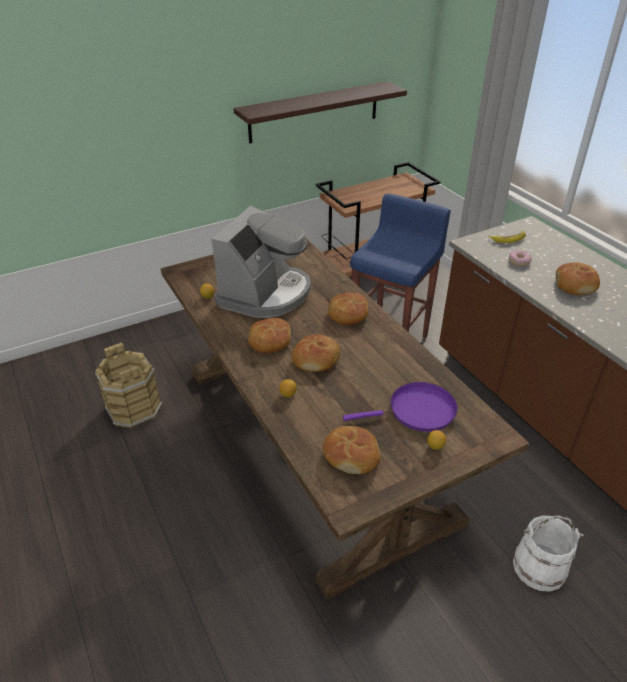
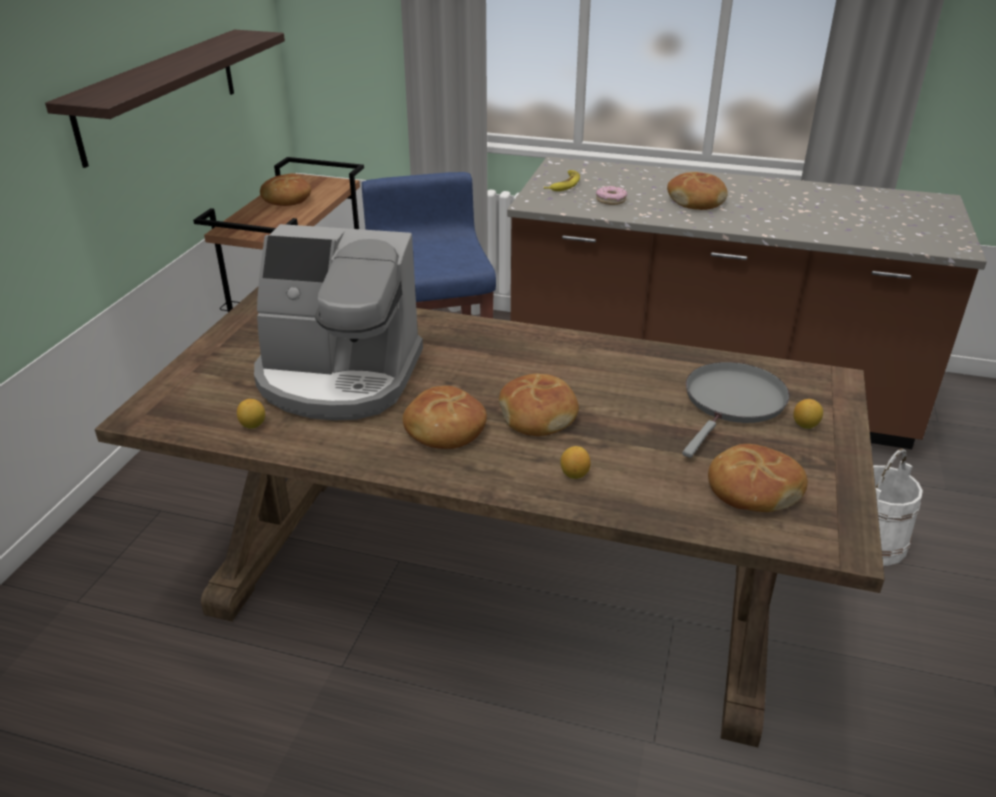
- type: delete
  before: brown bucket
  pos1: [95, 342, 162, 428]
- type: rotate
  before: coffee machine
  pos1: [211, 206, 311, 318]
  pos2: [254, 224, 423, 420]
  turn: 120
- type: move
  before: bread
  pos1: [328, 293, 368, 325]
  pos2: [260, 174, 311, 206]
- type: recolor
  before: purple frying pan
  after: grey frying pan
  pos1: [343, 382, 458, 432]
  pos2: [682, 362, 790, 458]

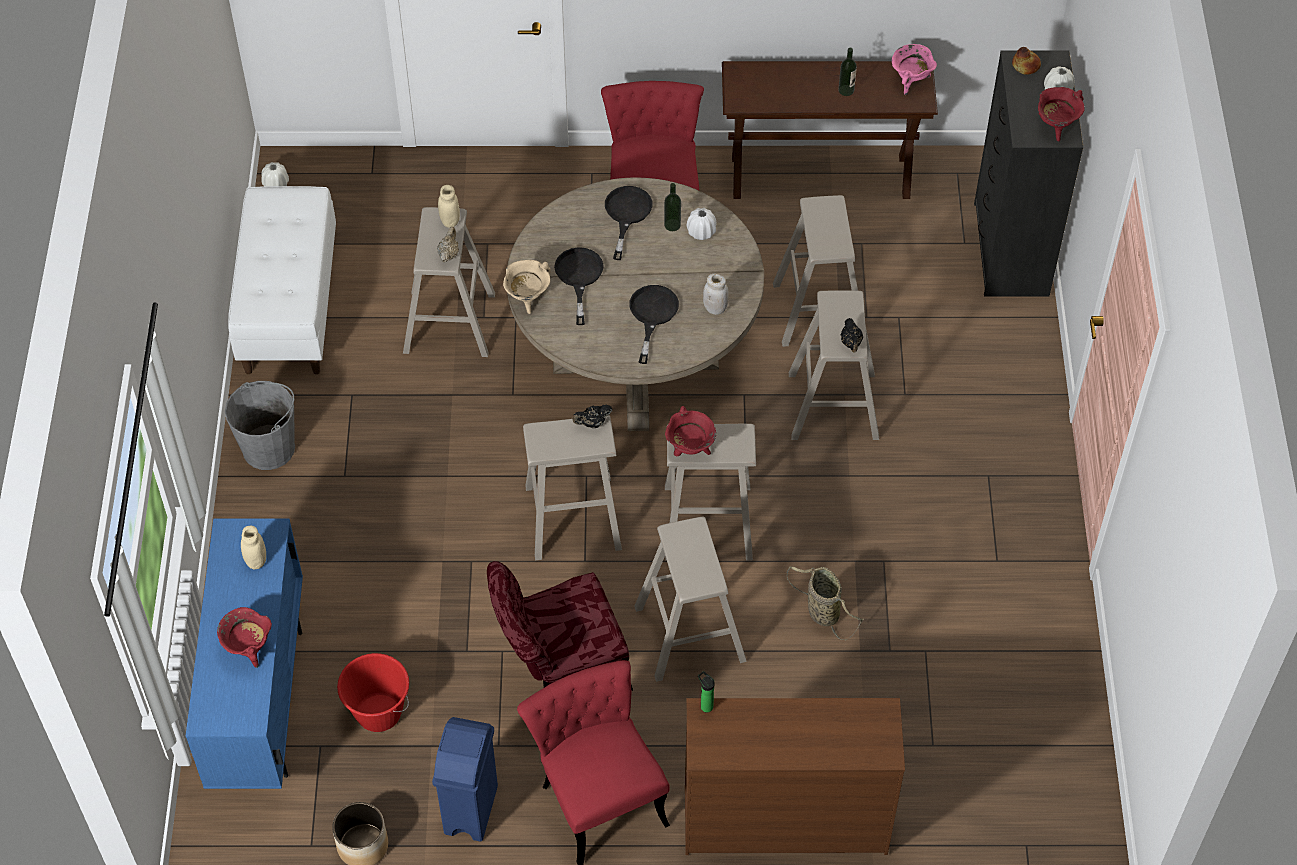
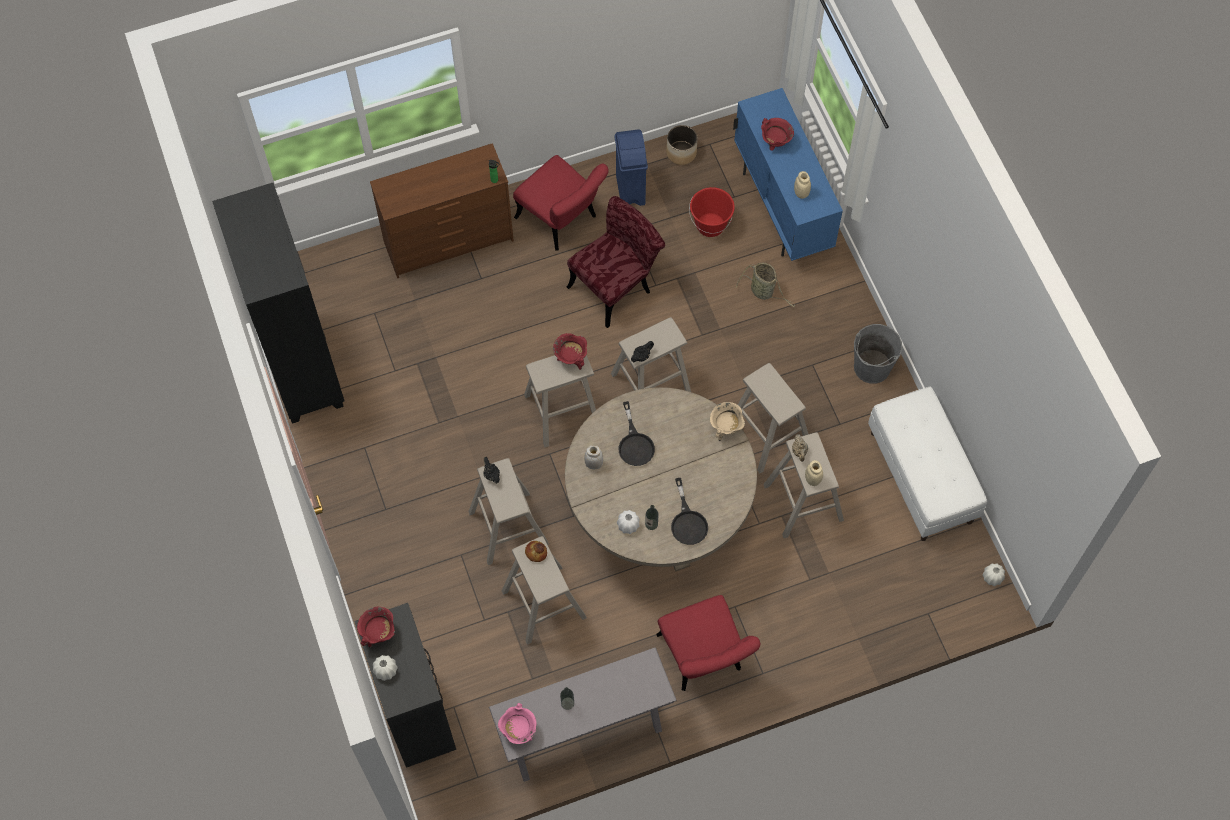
- type: delete
  before: black frying pan
  pos1: [554, 247, 604, 325]
- type: move
  before: beige stool
  pos1: [634, 517, 747, 682]
  pos2: [738, 363, 808, 473]
- type: recolor
  before: brown console table
  after: grey console table
  pos1: [722, 61, 938, 199]
  pos2: [489, 647, 677, 782]
- type: move
  before: basket
  pos1: [787, 566, 863, 640]
  pos2: [736, 263, 795, 307]
- type: move
  before: bread
  pos1: [1012, 47, 1041, 75]
  pos2: [525, 541, 547, 562]
- type: insert
  after: black bookcase
  pos2: [212, 183, 344, 424]

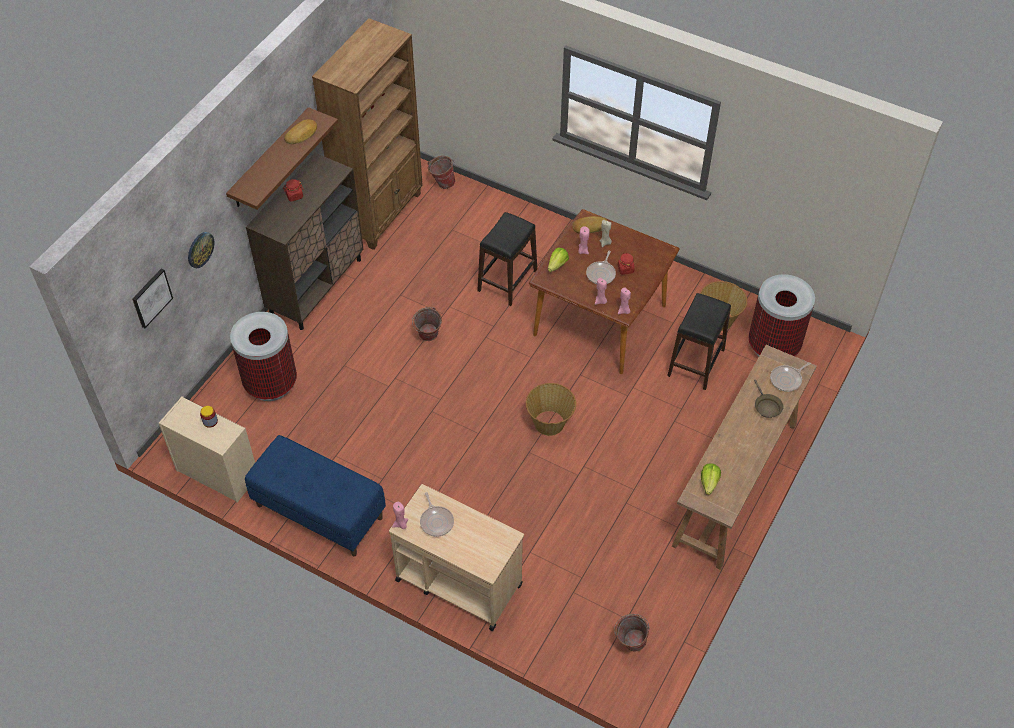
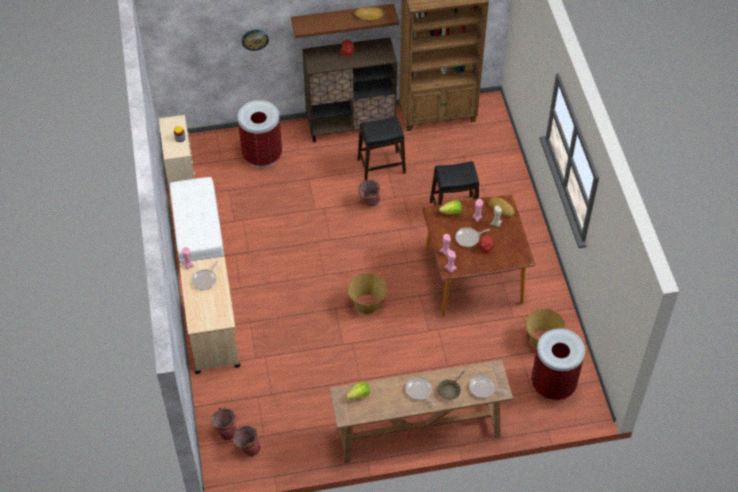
- type: delete
  before: picture
  pos1: [132, 268, 173, 328]
- type: recolor
  before: blue bench
  after: white bench
  pos1: [245, 435, 386, 556]
  pos2: [170, 177, 224, 263]
- type: move
  before: bucket
  pos1: [427, 156, 455, 189]
  pos2: [211, 408, 237, 440]
- type: move
  before: black stool
  pos1: [667, 293, 731, 390]
  pos2: [357, 116, 406, 181]
- type: insert
  after: frying pan
  pos2: [406, 377, 436, 406]

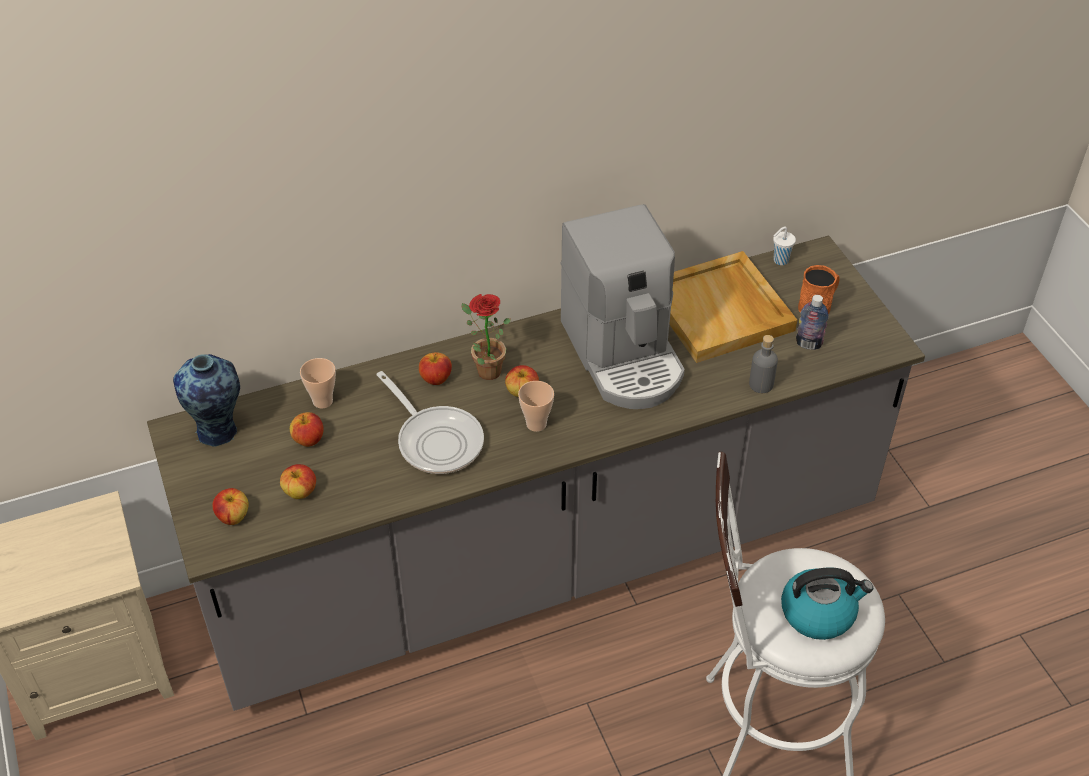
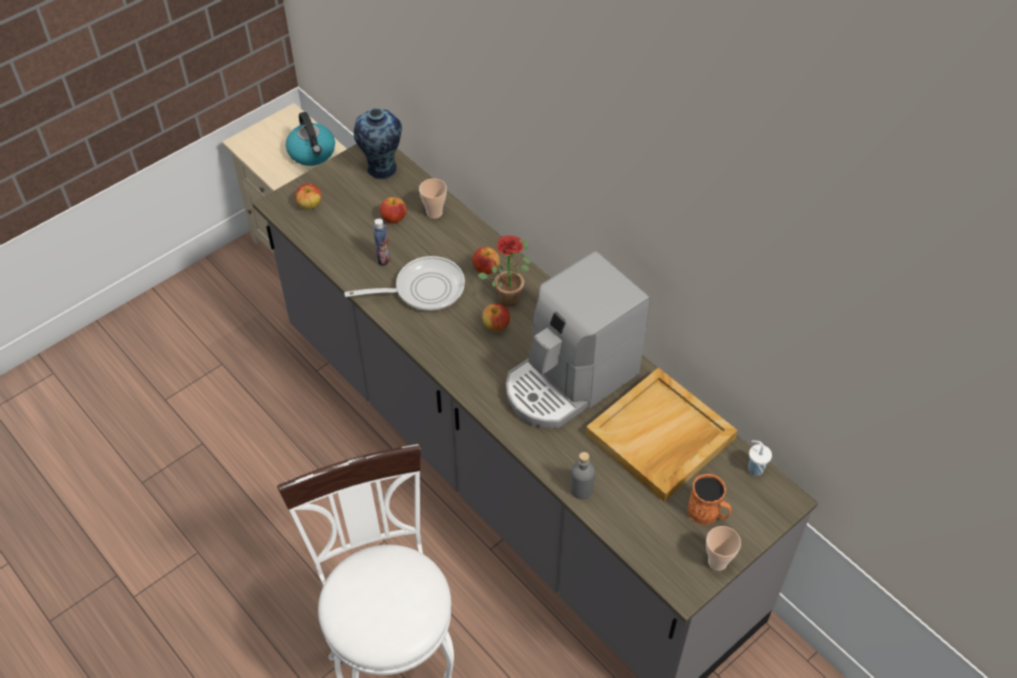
- type: delete
  before: apple
  pos1: [280, 464, 316, 499]
- type: rotate
  before: frying pan
  pos1: [376, 371, 484, 474]
  pos2: [344, 256, 465, 311]
  turn: -135
- type: move
  before: cup
  pos1: [518, 381, 554, 432]
  pos2: [706, 526, 741, 571]
- type: move
  before: kettle
  pos1: [781, 568, 873, 640]
  pos2: [286, 112, 335, 166]
- type: move
  before: bottle
  pos1: [796, 295, 829, 350]
  pos2: [373, 218, 390, 266]

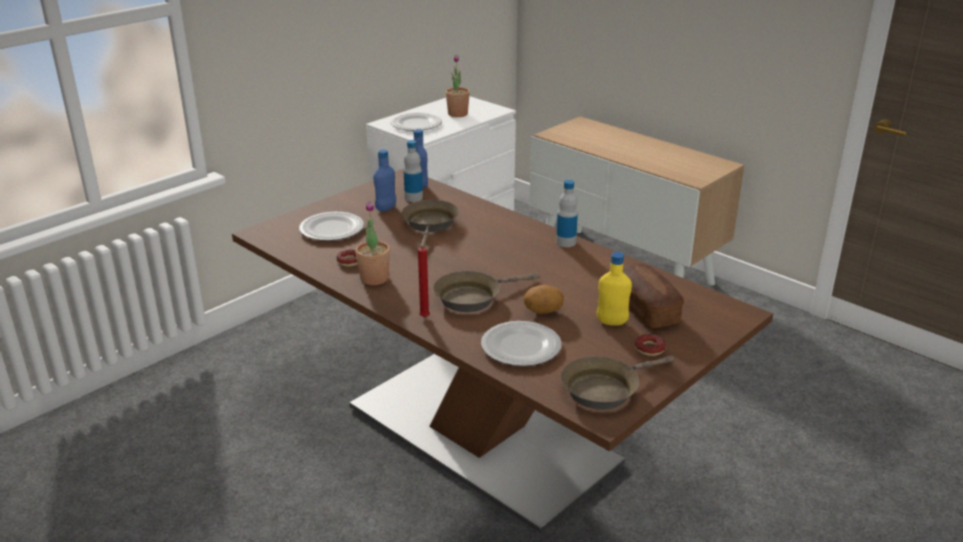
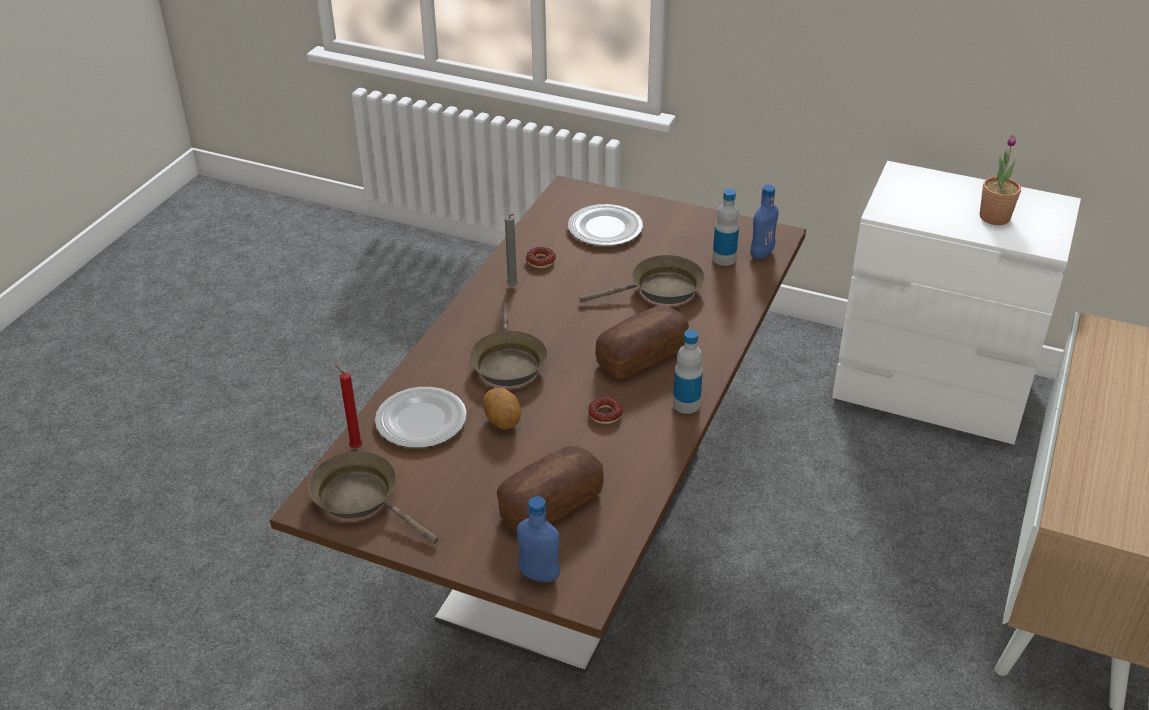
- type: replace
  before: potted plant
  after: grey candle
  pos1: [355, 201, 390, 285]
  pos2: [505, 214, 518, 286]
- type: move
  before: blue bottle
  pos1: [374, 149, 396, 212]
  pos2: [517, 497, 560, 582]
- type: delete
  before: plate
  pos1: [390, 112, 442, 131]
- type: move
  before: red candle
  pos1: [414, 244, 430, 318]
  pos2: [335, 363, 362, 448]
- type: rotate
  before: brown frying pan
  pos1: [433, 271, 539, 312]
  pos2: [469, 303, 548, 386]
  turn: -135
- type: delete
  before: yellow bottle
  pos1: [597, 252, 632, 326]
- type: move
  before: donut
  pos1: [635, 334, 666, 356]
  pos2: [588, 397, 623, 424]
- type: insert
  after: bread
  pos2: [595, 306, 689, 379]

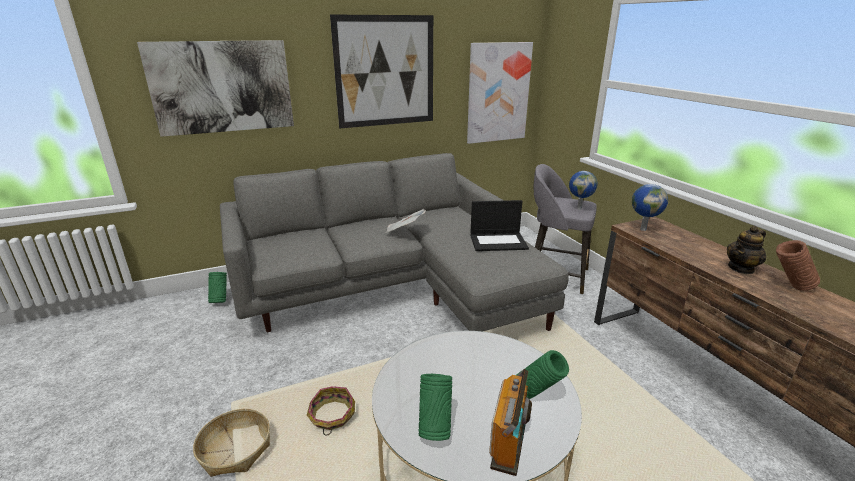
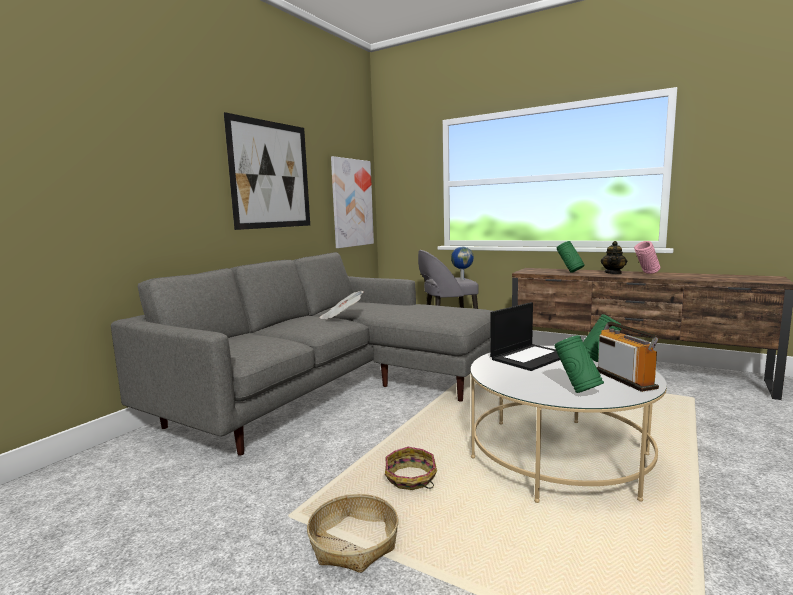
- type: delete
  before: picture
  pos1: [137, 40, 294, 137]
- type: move
  before: green vase
  pos1: [208, 272, 227, 303]
  pos2: [557, 241, 585, 273]
- type: move
  before: laptop
  pos1: [470, 200, 529, 251]
  pos2: [490, 302, 560, 371]
- type: delete
  before: globe
  pos1: [632, 184, 668, 231]
- type: recolor
  before: brown vase
  after: pink vase
  pos1: [776, 240, 820, 291]
  pos2: [634, 241, 660, 274]

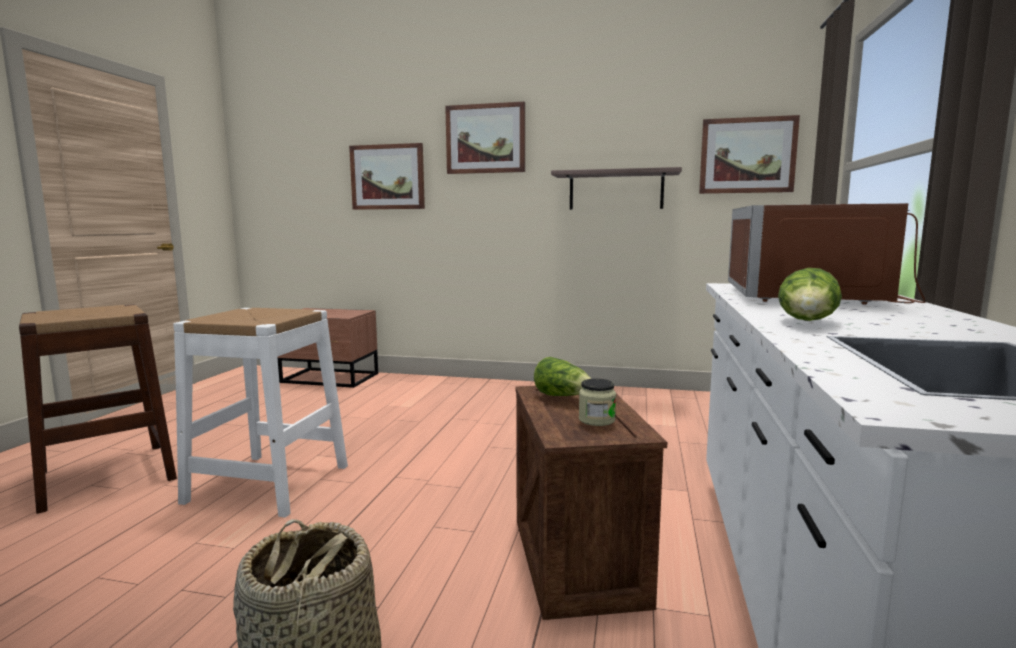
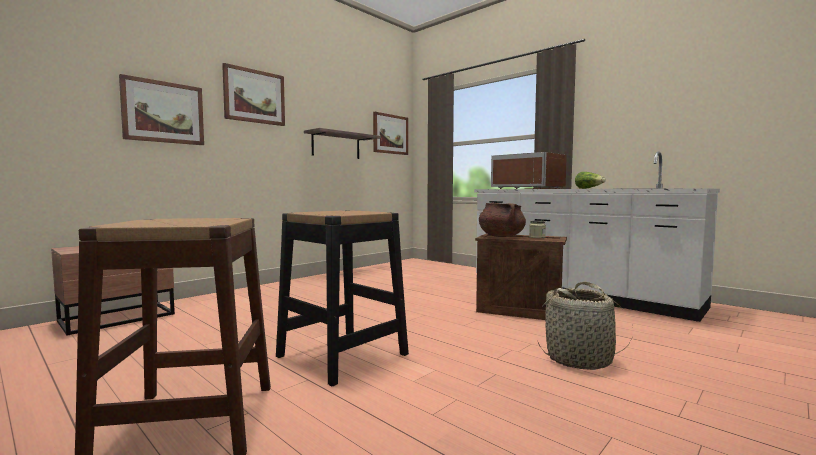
- type: recolor
  before: white stool
  after: black stool
  pos1: [173, 308, 348, 517]
  pos2: [276, 211, 409, 386]
- type: replace
  before: lettuce
  after: brown cooking pot
  pos1: [534, 357, 592, 396]
  pos2: [479, 202, 526, 237]

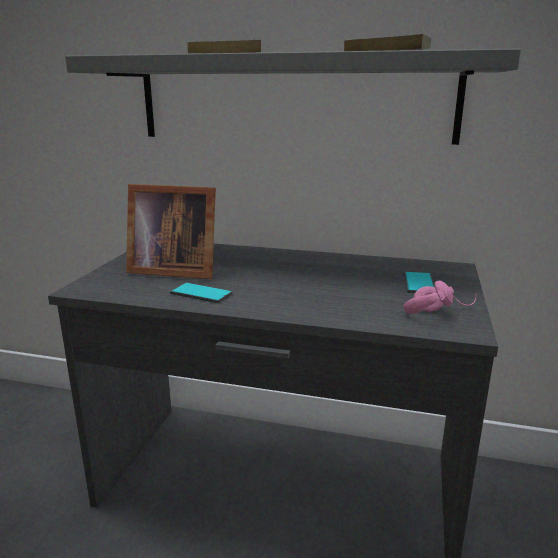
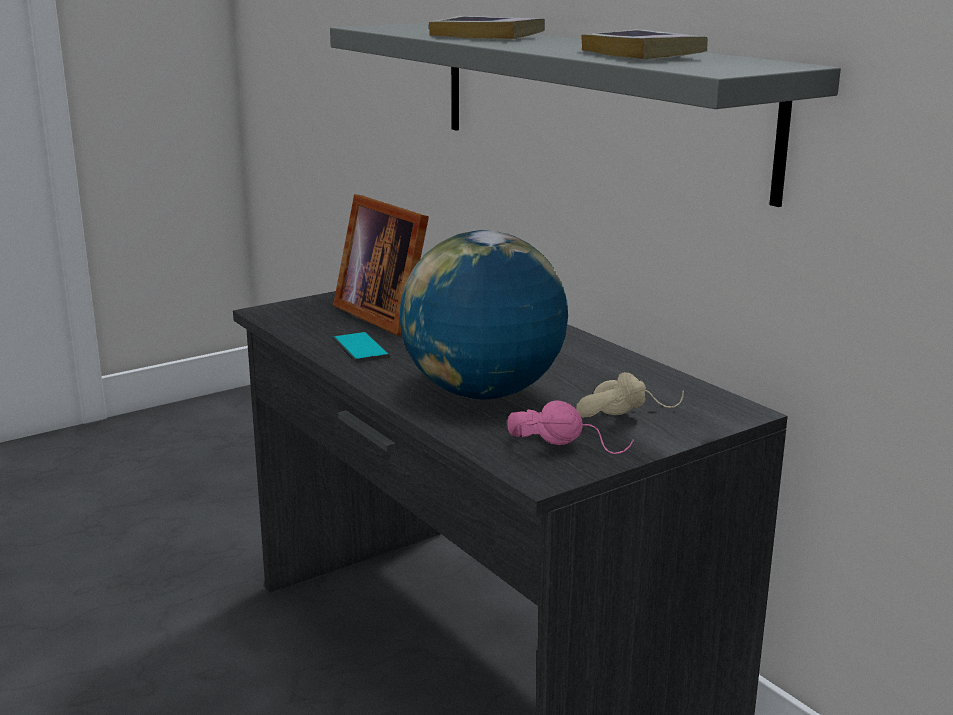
- type: replace
  before: phone
  after: beige headphones
  pos1: [404, 271, 435, 293]
  pos2: [576, 372, 684, 418]
- type: insert
  after: globe
  pos2: [400, 230, 568, 399]

